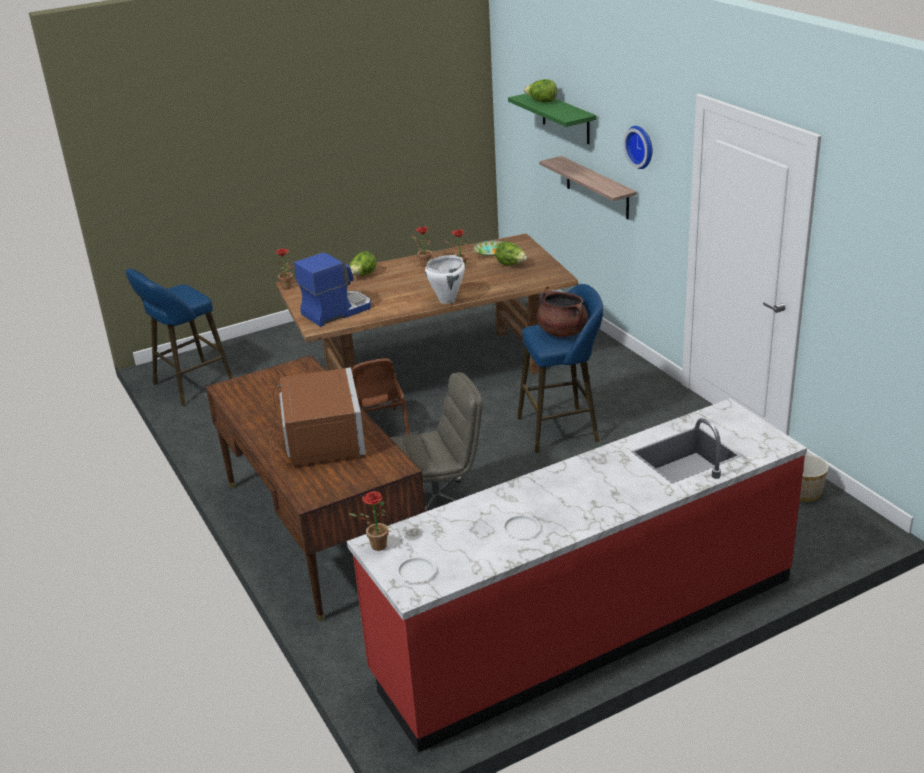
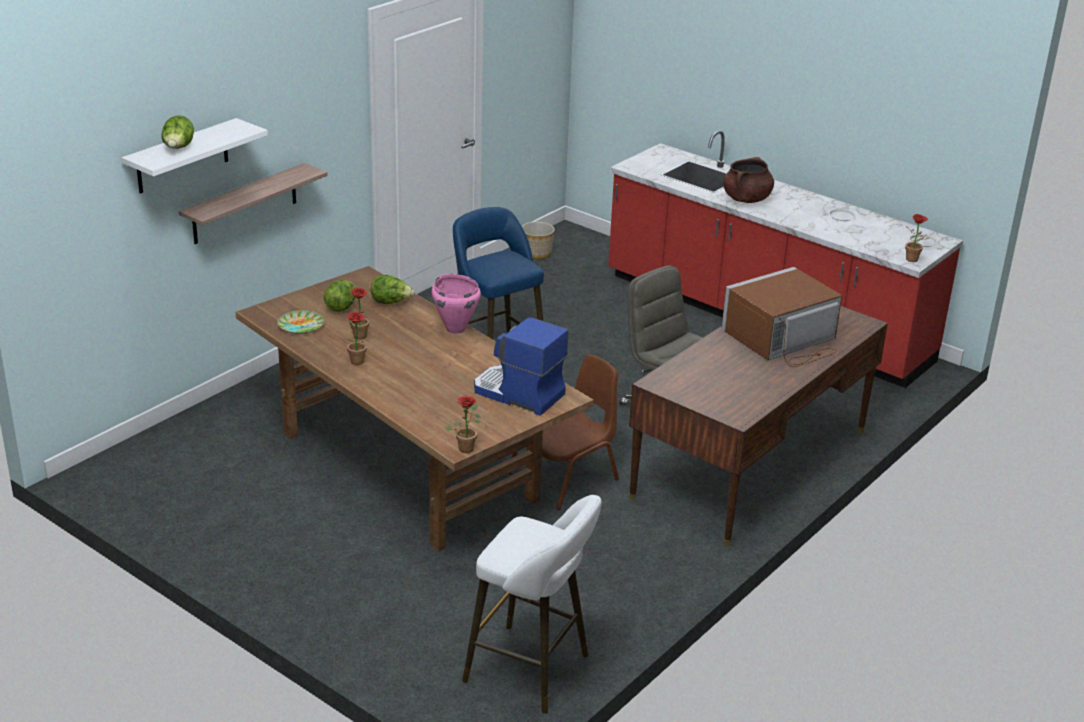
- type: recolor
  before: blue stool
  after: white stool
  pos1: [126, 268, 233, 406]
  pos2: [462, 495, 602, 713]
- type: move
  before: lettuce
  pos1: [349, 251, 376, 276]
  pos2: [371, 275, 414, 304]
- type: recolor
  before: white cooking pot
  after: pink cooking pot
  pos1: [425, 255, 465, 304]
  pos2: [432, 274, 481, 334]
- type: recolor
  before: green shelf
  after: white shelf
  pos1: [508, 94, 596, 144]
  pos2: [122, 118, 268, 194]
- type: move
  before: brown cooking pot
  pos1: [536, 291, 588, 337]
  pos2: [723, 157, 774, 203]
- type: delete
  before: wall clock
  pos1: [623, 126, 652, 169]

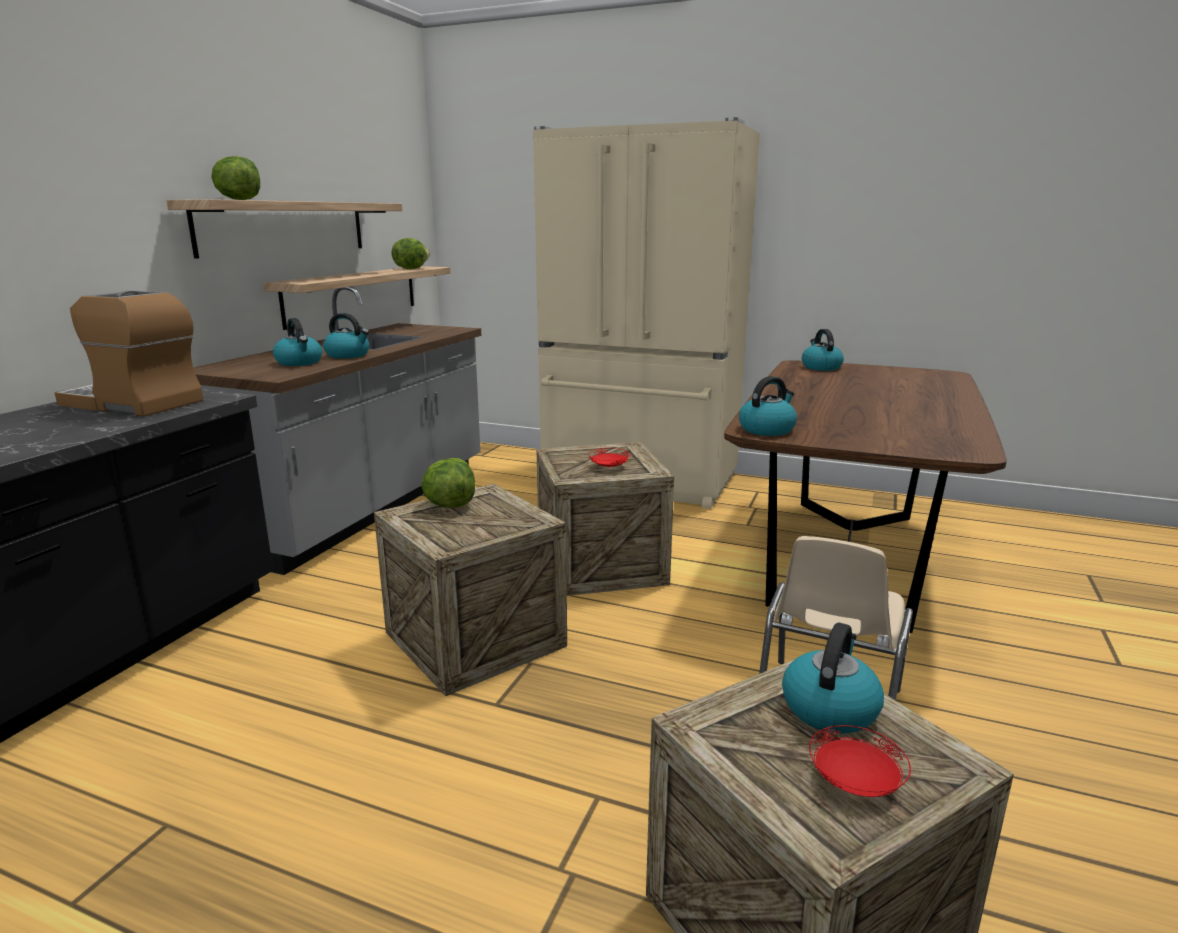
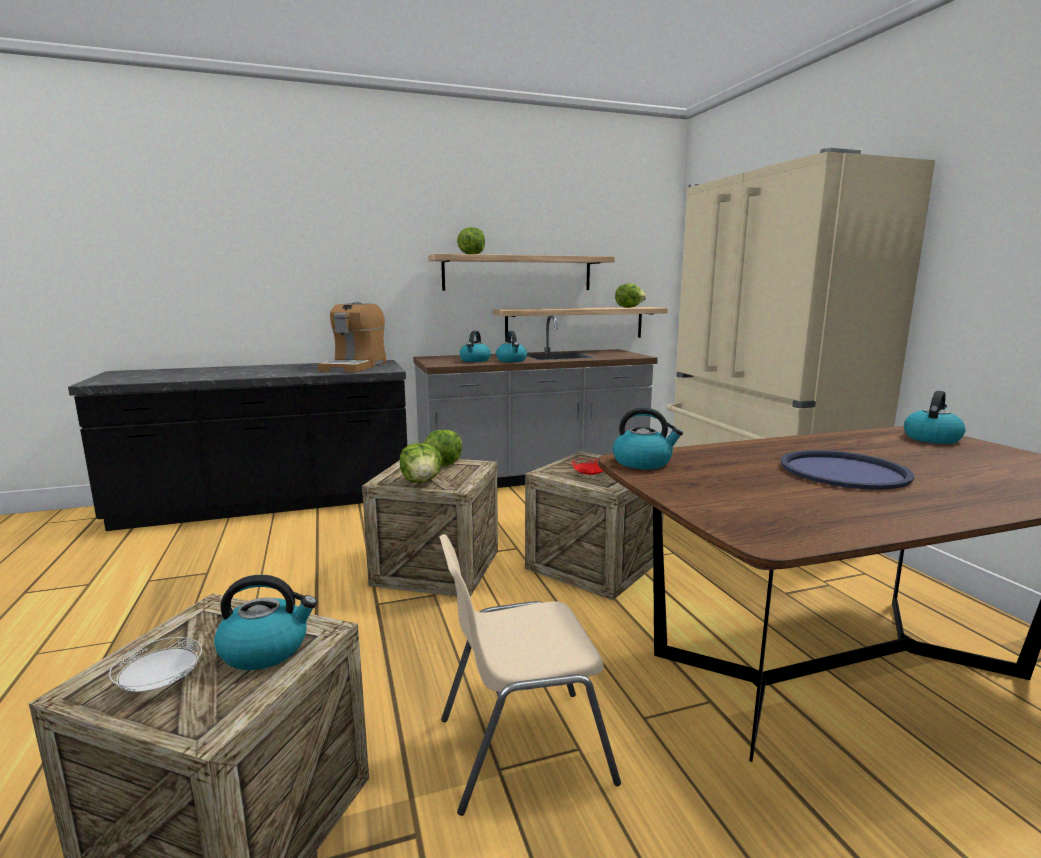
- type: rotate
  before: coffee machine
  pos1: [55, 291, 203, 417]
  pos2: [318, 302, 386, 372]
  turn: -150
- type: recolor
  before: red plate
  after: white plate
  pos1: [809, 725, 911, 797]
  pos2: [109, 637, 202, 692]
- type: insert
  after: lettuce
  pos2: [400, 443, 442, 483]
- type: insert
  after: blue tray
  pos2: [780, 450, 914, 490]

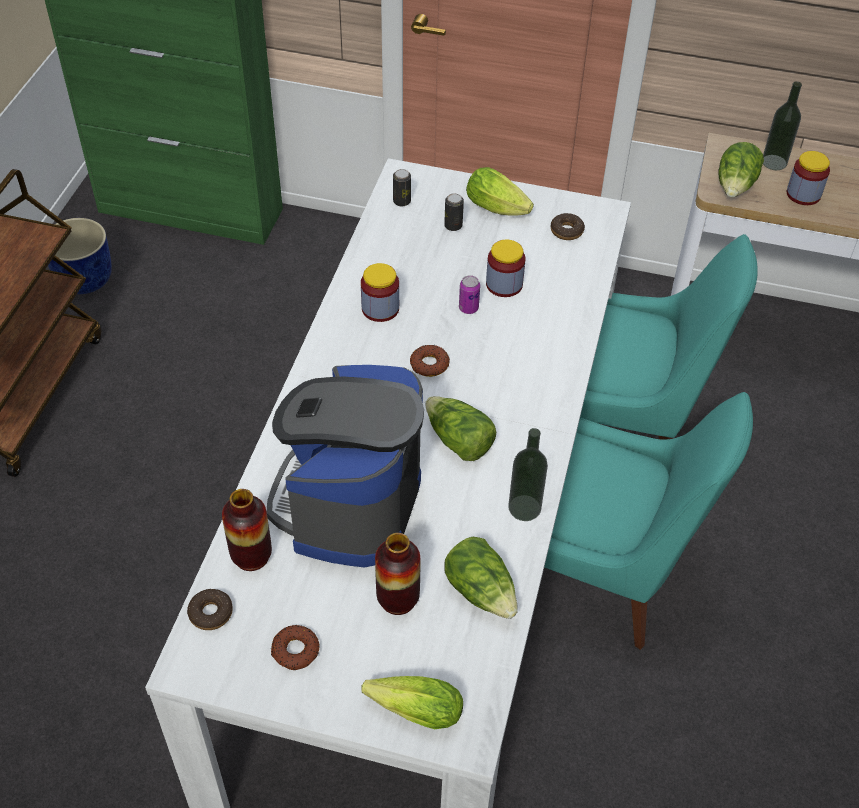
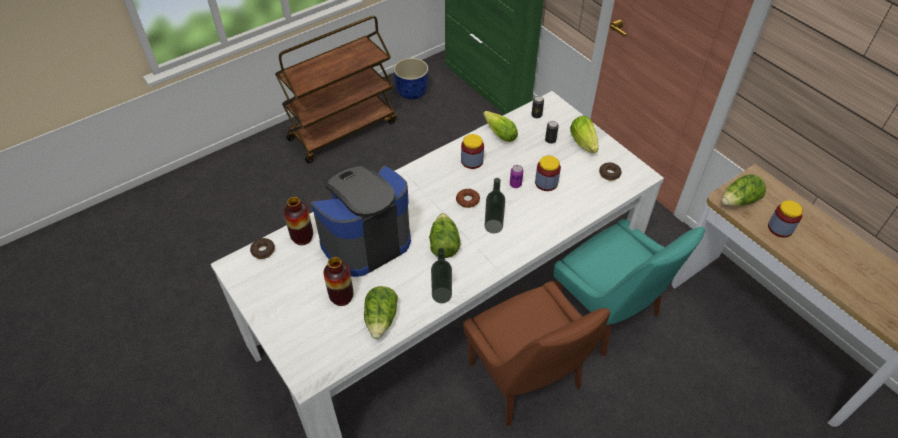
- type: delete
  before: donut
  pos1: [271, 625, 320, 670]
- type: move
  before: lettuce
  pos1: [362, 676, 463, 729]
  pos2: [483, 111, 518, 142]
- type: recolor
  before: turquoise chair
  after: brown chair
  pos1: [544, 392, 753, 650]
  pos2: [463, 281, 610, 426]
- type: move
  before: bottle
  pos1: [763, 81, 802, 170]
  pos2: [485, 178, 505, 233]

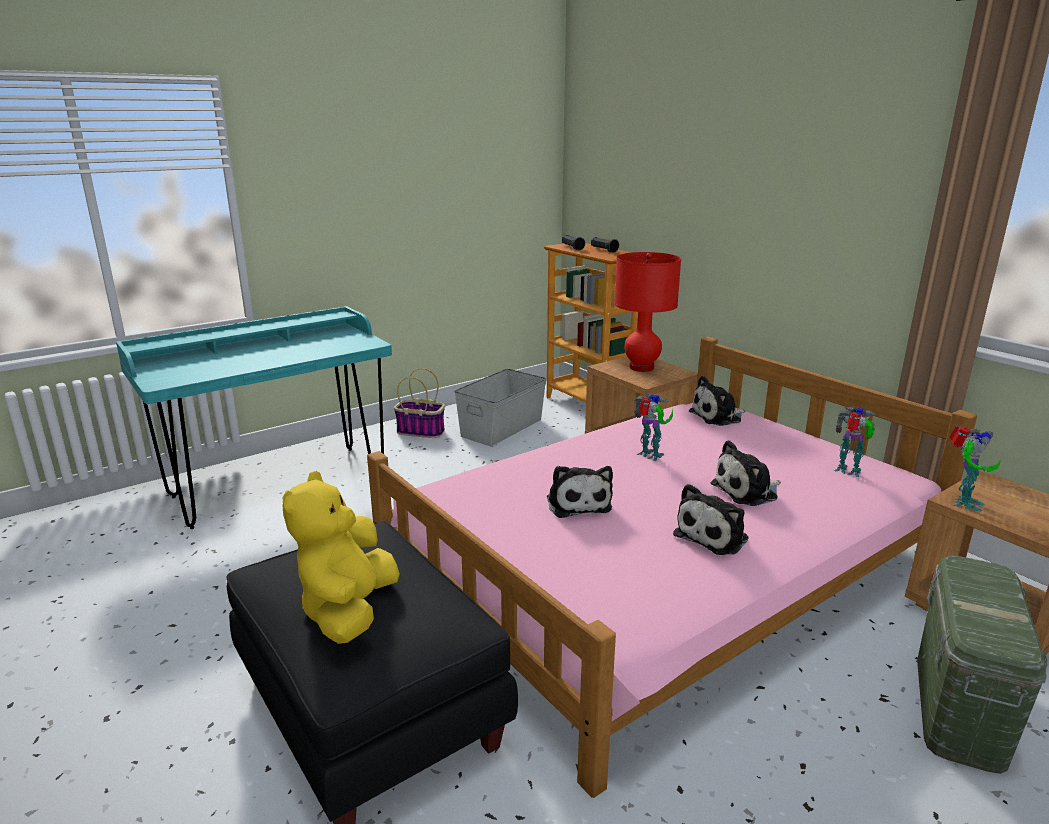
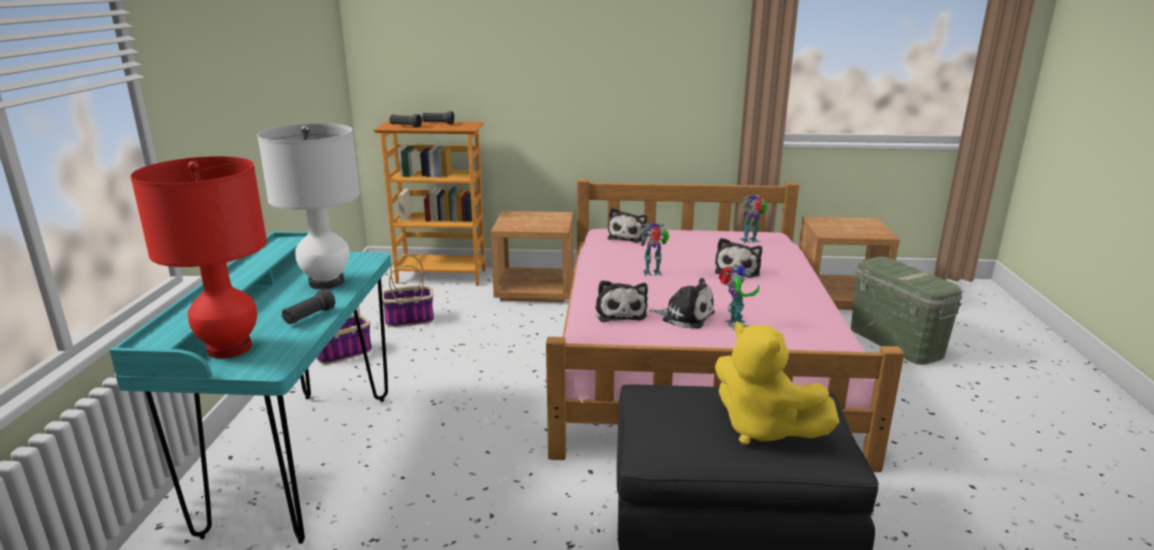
- type: replace
  before: grey storage box
  after: basket
  pos1: [454, 369, 546, 446]
  pos2: [382, 255, 434, 327]
- type: move
  before: red table lamp
  pos1: [614, 252, 681, 372]
  pos2: [130, 156, 267, 359]
- type: move
  before: plush toy
  pos1: [673, 484, 749, 555]
  pos2: [596, 280, 648, 322]
- type: move
  before: toy robot
  pos1: [950, 426, 1001, 512]
  pos2: [719, 265, 759, 330]
- type: insert
  after: white table lamp
  pos2: [257, 123, 360, 289]
- type: insert
  after: black flashlight
  pos2: [282, 289, 335, 324]

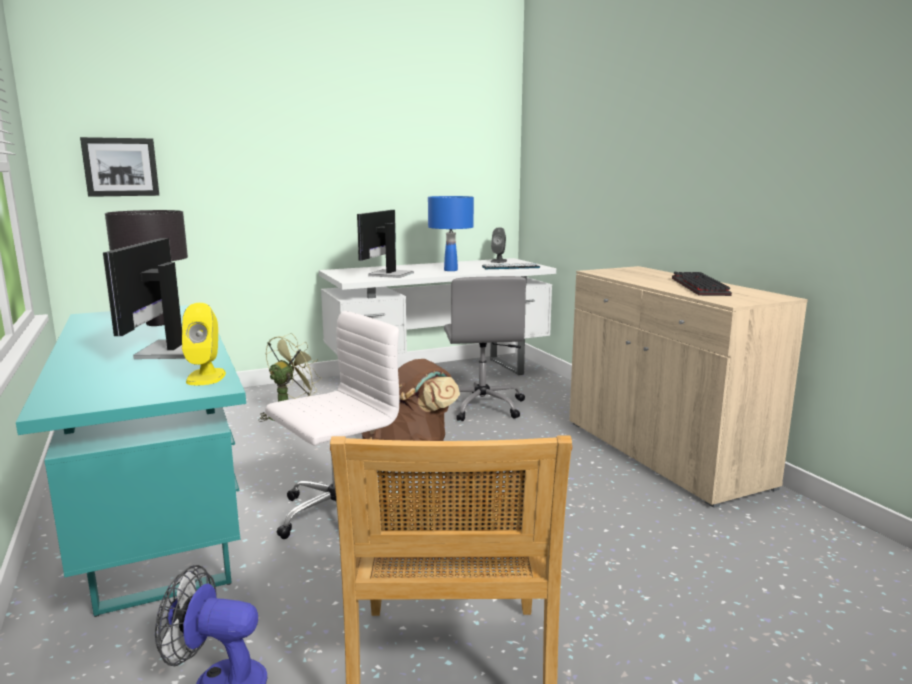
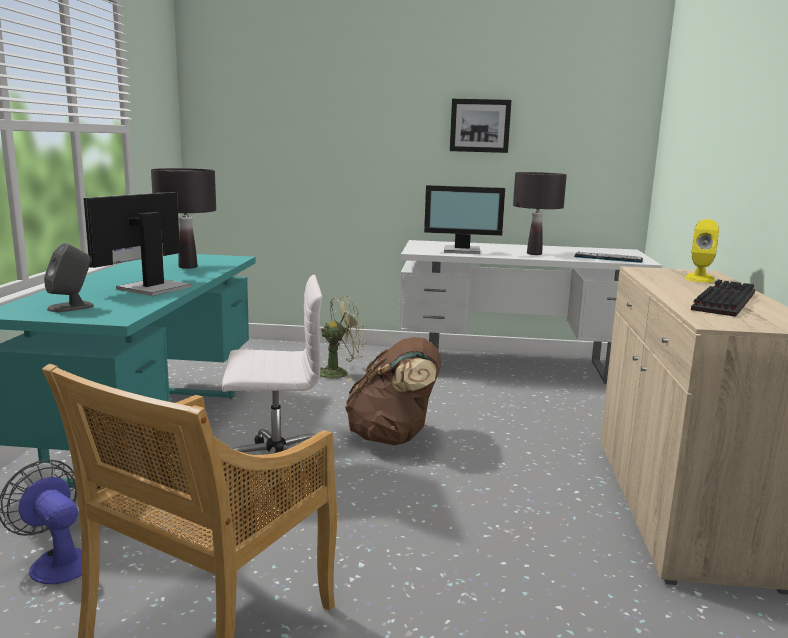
- type: move
  before: picture
  pos1: [80, 137, 159, 197]
  pos2: [450, 99, 511, 153]
- type: move
  before: yellow speaker
  pos1: [182, 303, 226, 385]
  pos2: [685, 219, 719, 283]
- type: rotate
  before: monitor
  pos1: [357, 210, 414, 278]
  pos2: [424, 185, 505, 254]
  turn: -135
- type: recolor
  before: blue table lamp
  after: black table lamp
  pos1: [428, 196, 474, 271]
  pos2: [513, 172, 567, 255]
- type: delete
  before: grey office chair
  pos1: [444, 276, 526, 421]
- type: move
  before: grey speaker
  pos1: [491, 227, 507, 263]
  pos2: [44, 243, 94, 312]

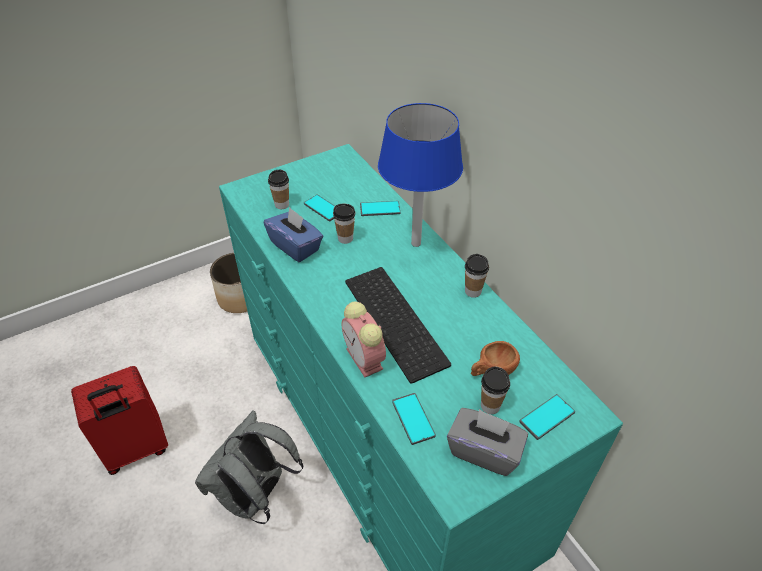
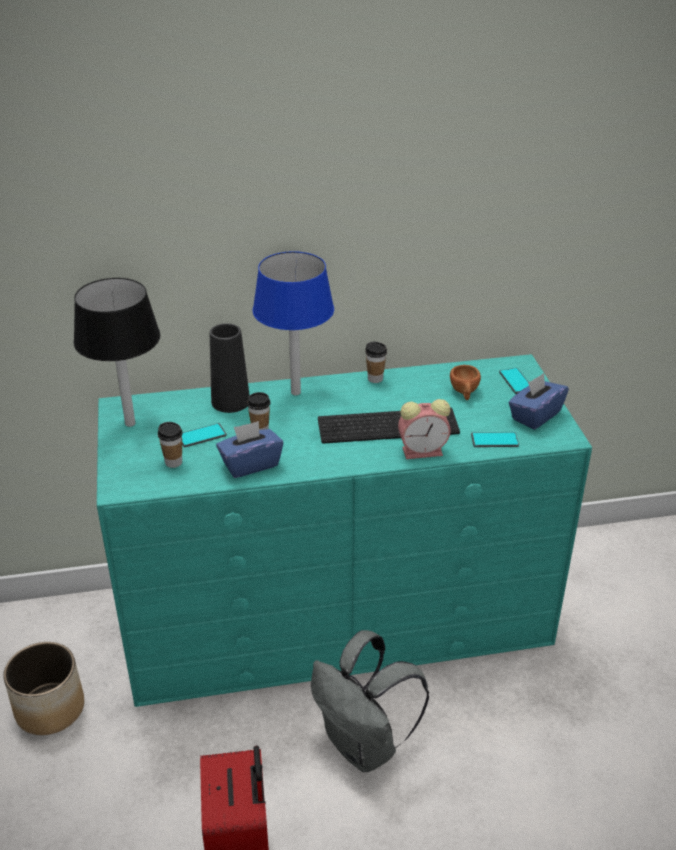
- type: replace
  before: phone
  after: black vase
  pos1: [360, 201, 400, 216]
  pos2: [210, 323, 250, 413]
- type: recolor
  before: grey tissue box
  after: blue tissue box
  pos1: [447, 408, 528, 476]
  pos2: [509, 373, 569, 430]
- type: delete
  before: cup
  pos1: [481, 366, 510, 414]
- type: insert
  after: black table lamp
  pos2: [73, 278, 161, 427]

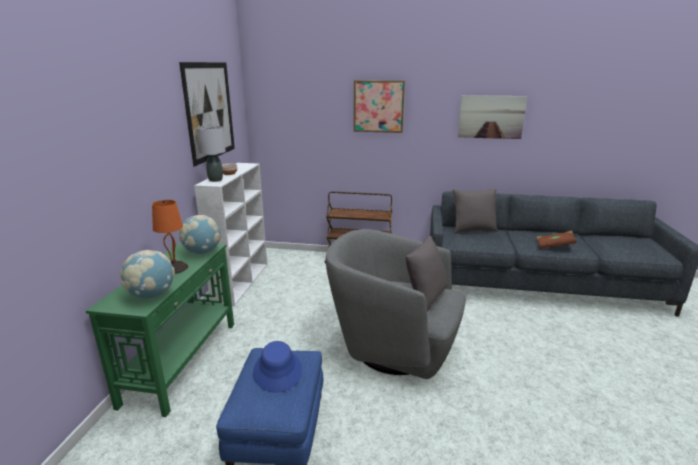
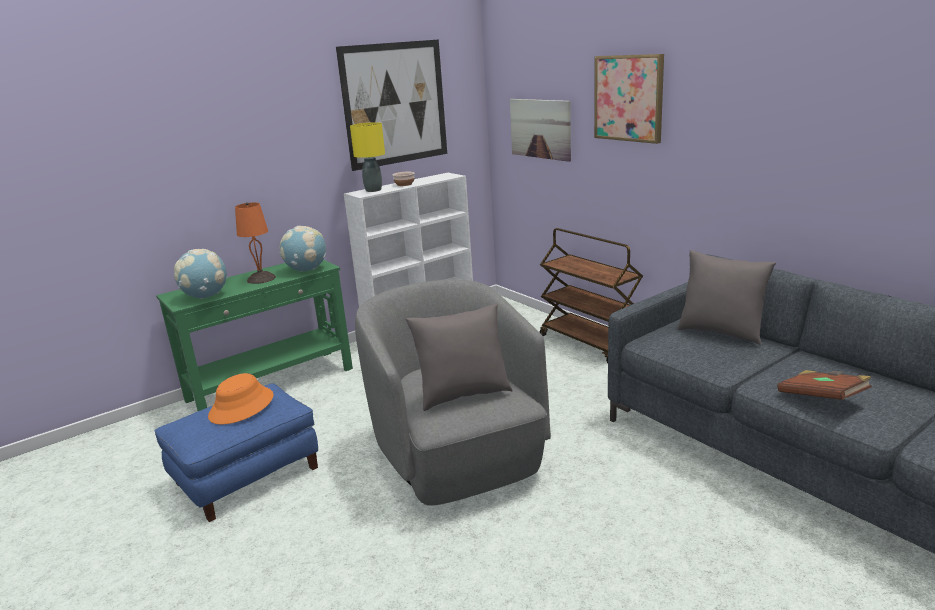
- type: recolor
  before: grey table lamp
  after: yellow table lamp
  pos1: [196, 126, 226, 182]
  pos2: [350, 122, 385, 192]
- type: recolor
  before: blue hat
  after: orange hat
  pos1: [253, 341, 302, 392]
  pos2: [208, 373, 273, 424]
- type: move
  before: picture
  pos1: [458, 95, 527, 139]
  pos2: [510, 99, 571, 162]

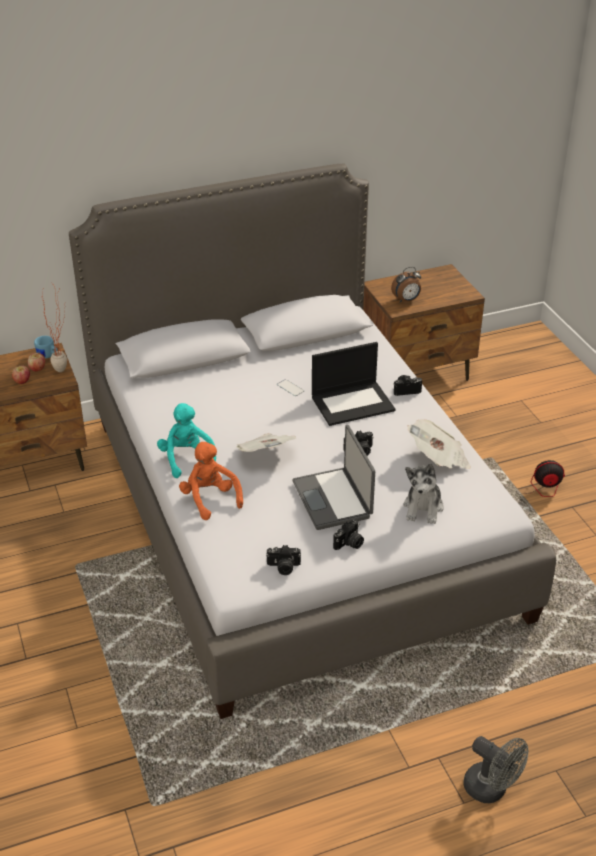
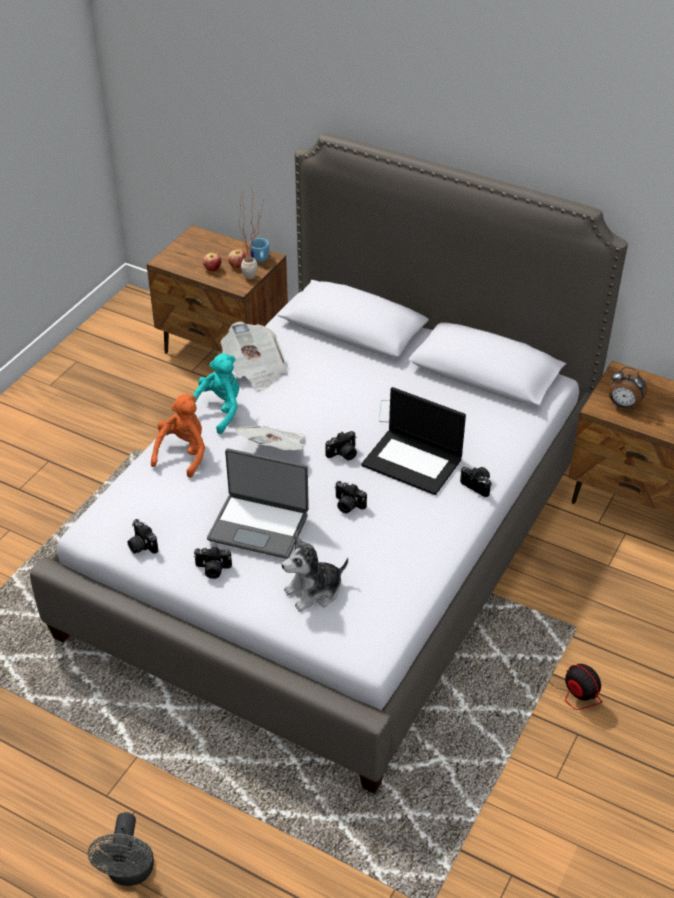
- type: rotate
  before: laptop
  pos1: [292, 425, 375, 530]
  pos2: [207, 448, 309, 559]
  turn: -105
- type: move
  before: newspaper
  pos1: [407, 420, 471, 469]
  pos2: [221, 321, 287, 391]
- type: insert
  after: photo camera
  pos2: [325, 431, 357, 460]

